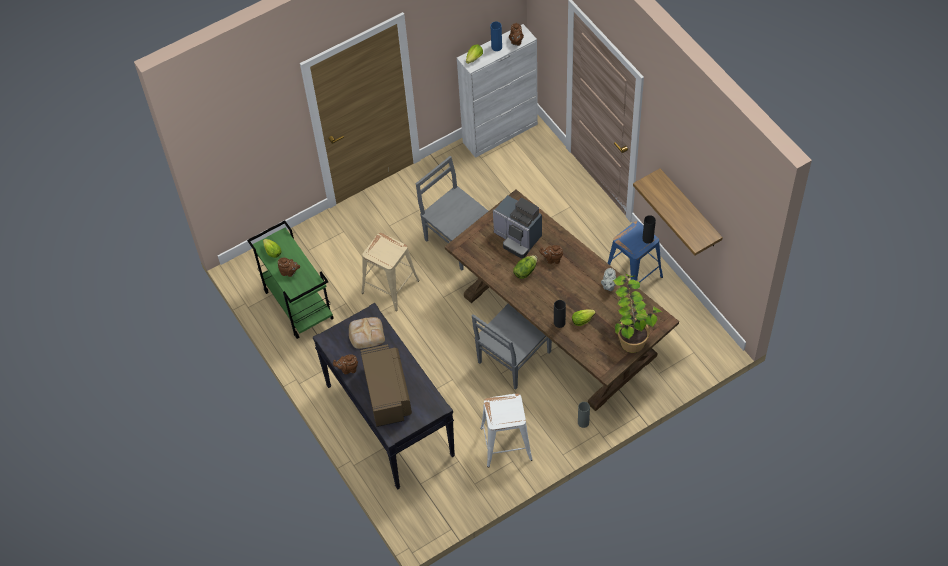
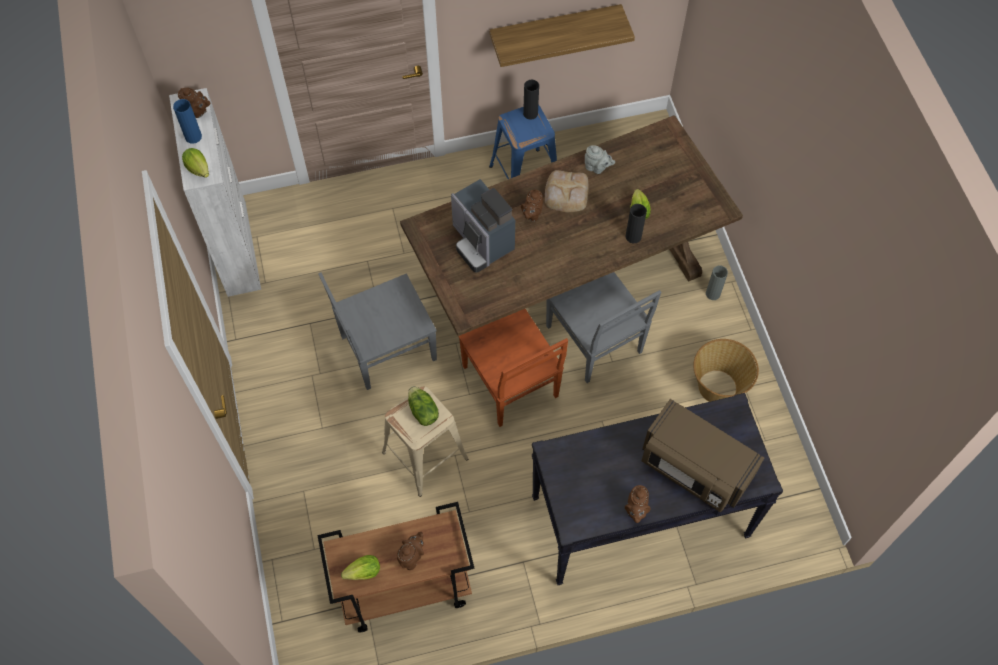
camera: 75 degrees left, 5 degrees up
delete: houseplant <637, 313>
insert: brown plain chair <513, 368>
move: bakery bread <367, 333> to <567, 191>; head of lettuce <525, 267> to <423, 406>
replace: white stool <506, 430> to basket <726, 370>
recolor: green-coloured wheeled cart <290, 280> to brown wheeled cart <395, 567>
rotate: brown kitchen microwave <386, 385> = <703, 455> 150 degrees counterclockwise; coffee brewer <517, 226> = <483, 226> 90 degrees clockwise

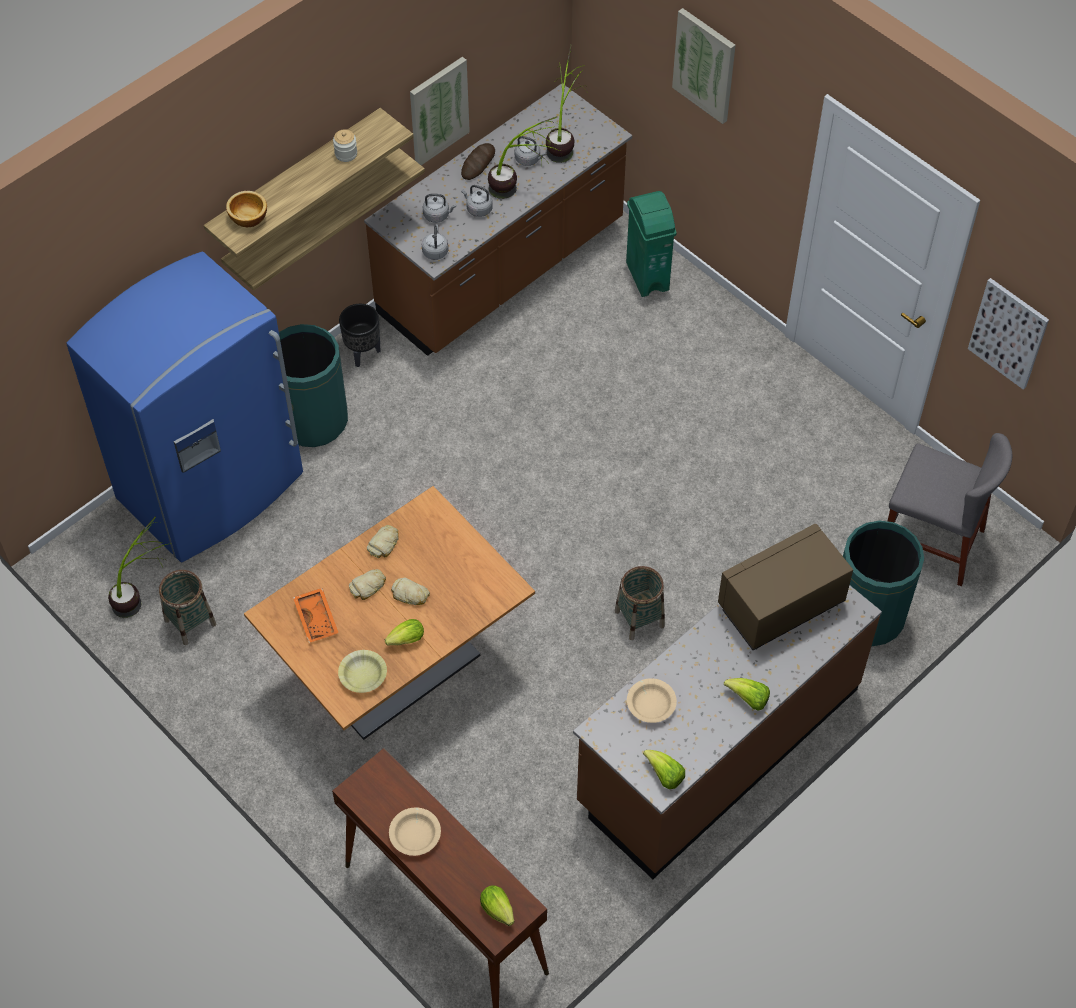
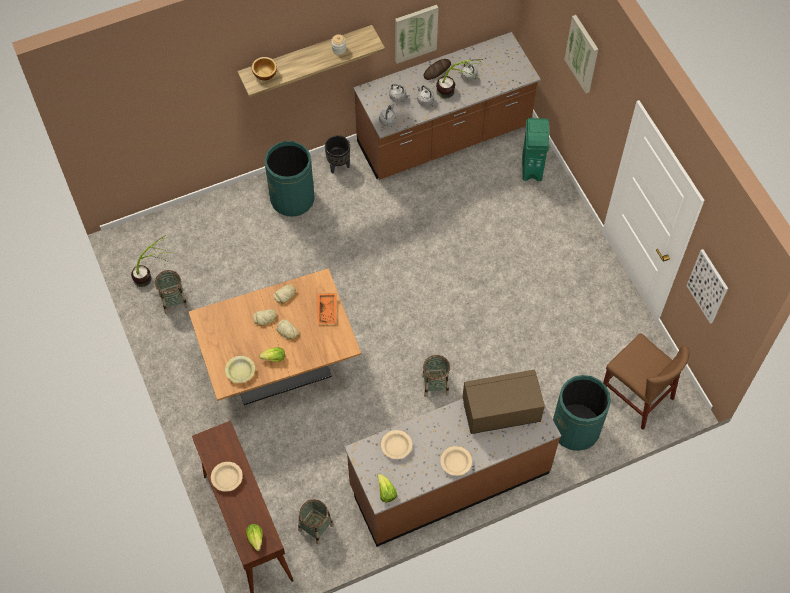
camera: 20 degrees right, 5 degrees up
delete: blue kitchen fridge <184, 407>; bracket shelf <323, 219>; houseplant <567, 103>
insert: basket <316, 522>
move: orange tray <315, 615> to <326, 308>
replace: head of lettuce <747, 694> to sand-coloured bowl <456, 461>
recolor: greyish plain chair <950, 509> to brown plain chair <646, 381>

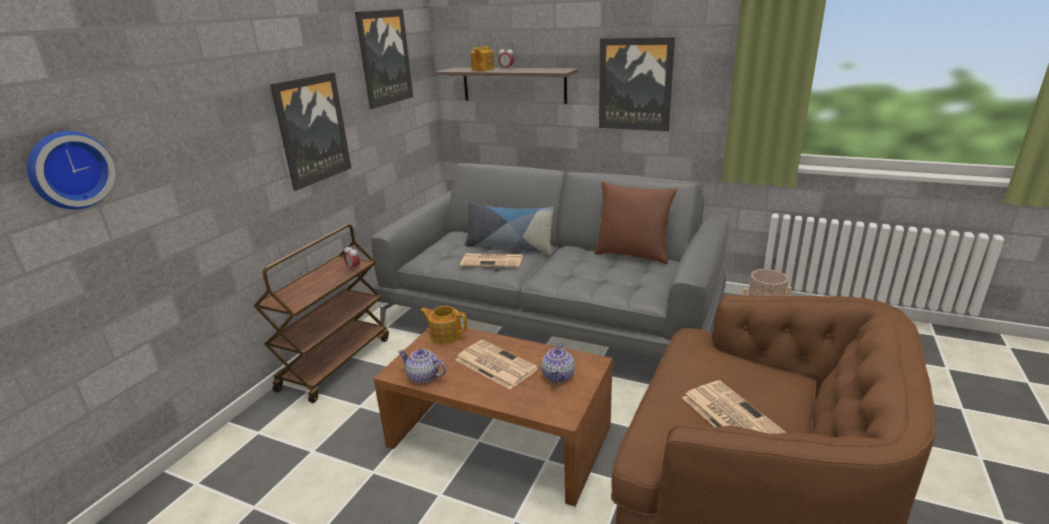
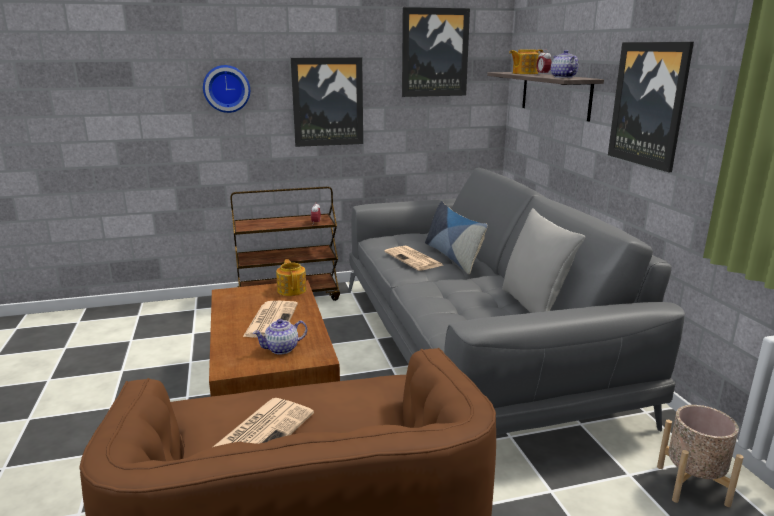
camera: 50 degrees right, 5 degrees down
move: wall clock <71, 170> to <226, 89>; pot for tea <422, 366> to <564, 64>
recolor: brown pillow <635, 222> to greyish pillow <543, 260>

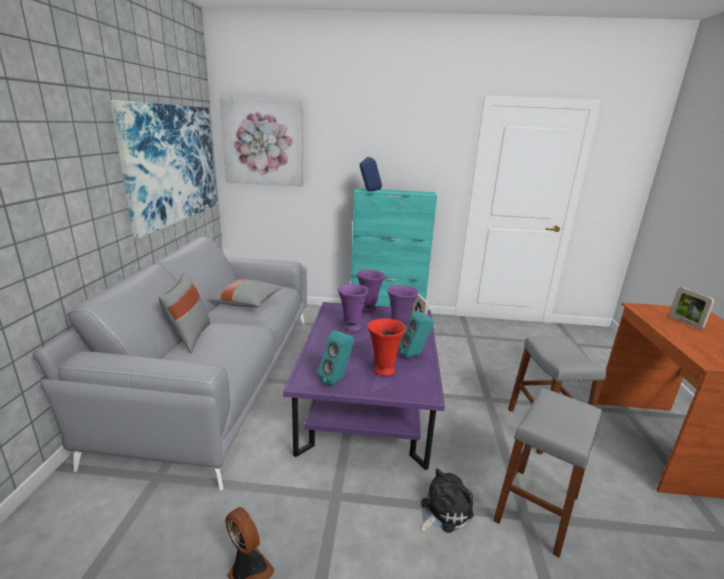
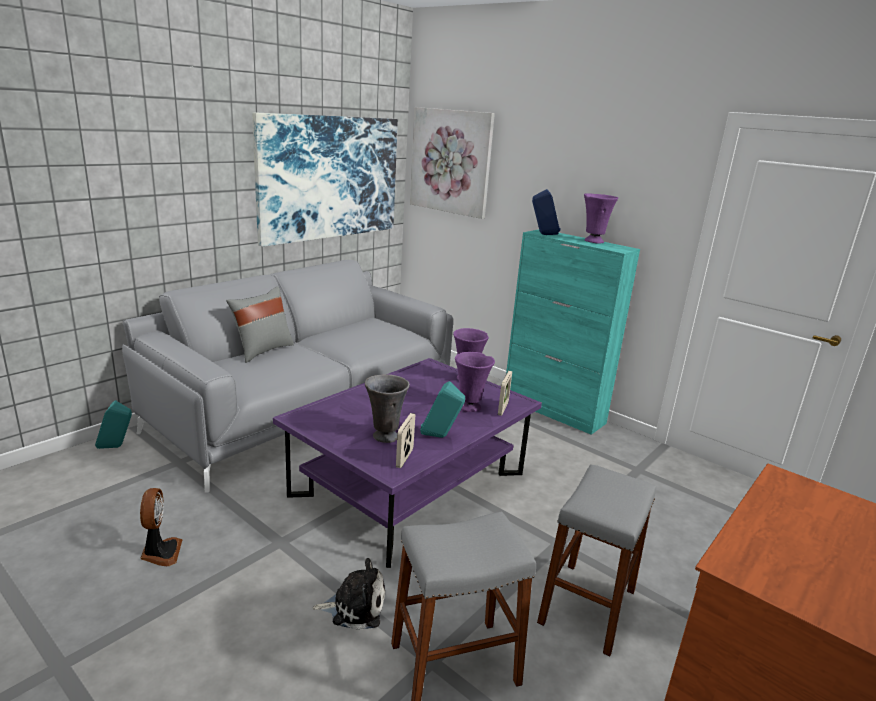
camera: 35 degrees right, 0 degrees up
delete: greyish pillow <246, 293>
move: turquoise audio speaker <336, 358> to <113, 424>; purplish vase <353, 307> to <601, 218>; picture frame <692, 308> to <405, 440>
recolor: reddish vase <386, 347> to greyish vase <387, 408>

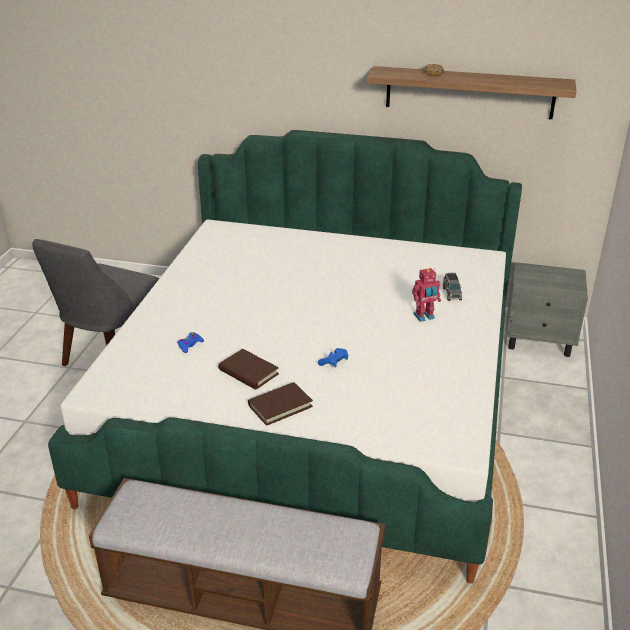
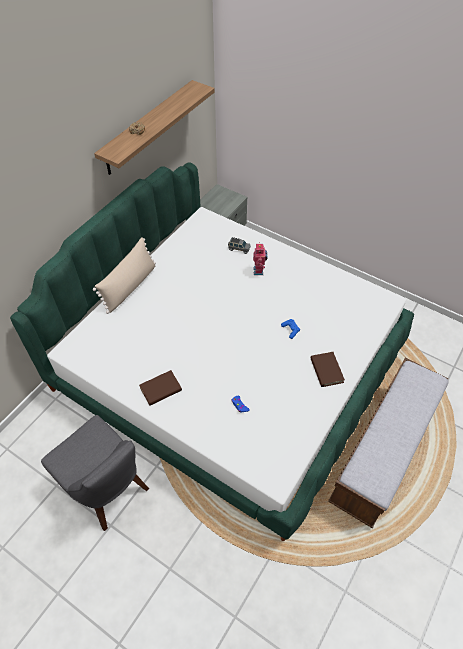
camera: 70 degrees left, 20 degrees up
insert: sand-coloured pillow <124, 275>
move: brown bound book <248, 369> to <160, 388>

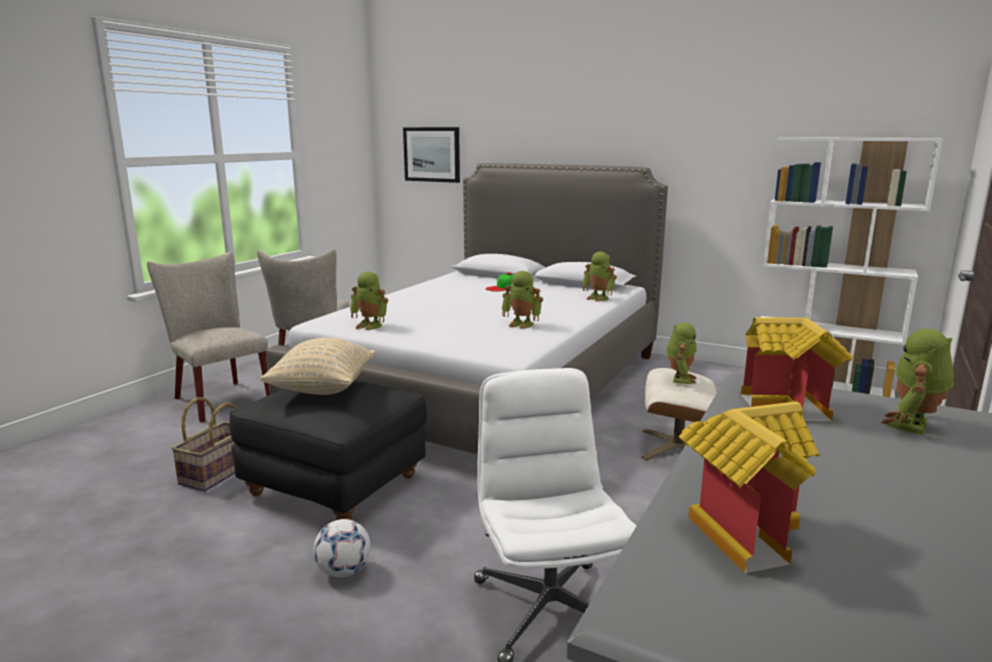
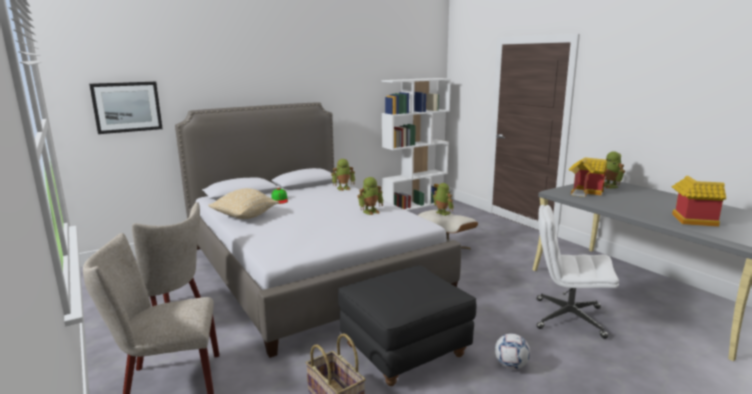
camera: 60 degrees left, 0 degrees up
delete: model robot <369, 300>
move: sand-coloured pillow <317, 366> to <243, 203>

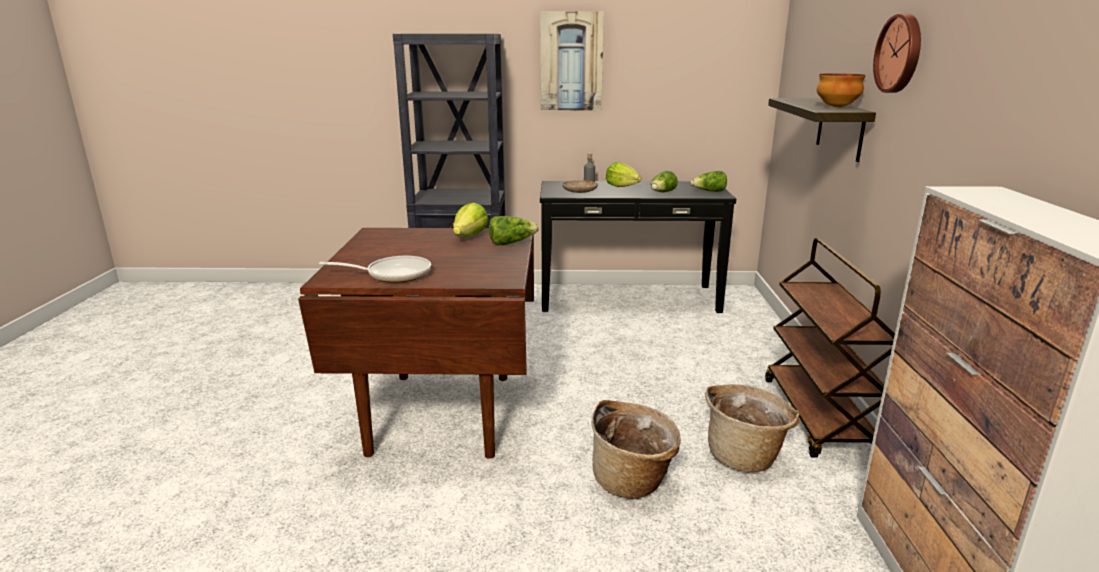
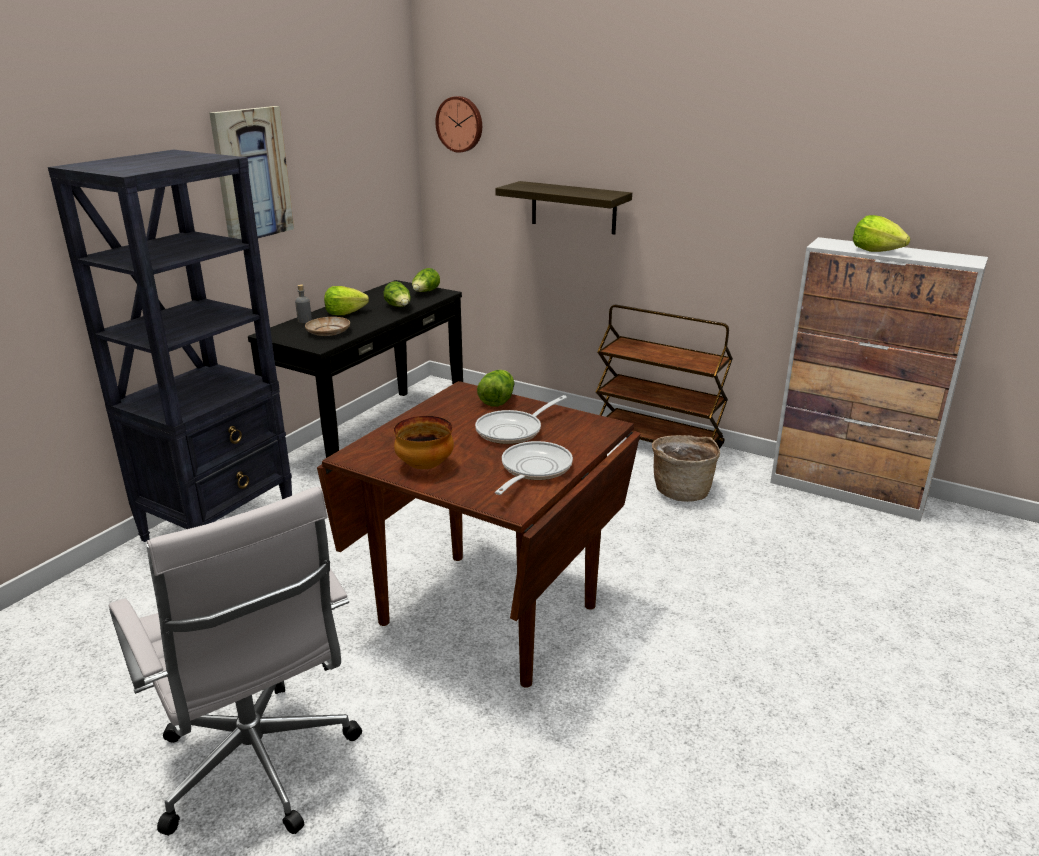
camera: 60 degrees left, 5 degrees up
delete: basket <636, 449>
insert: white office chair <235, 661>; frying pan <521, 419>
move: head of lettuce <471, 219> to <881, 233>; bowl <841, 90> to <424, 442>; wall clock <897, 53> to <458, 124>

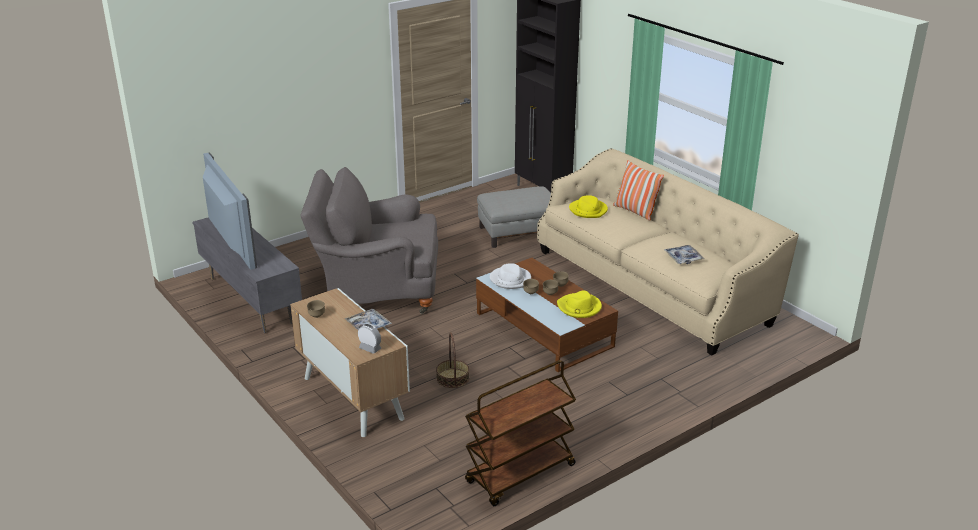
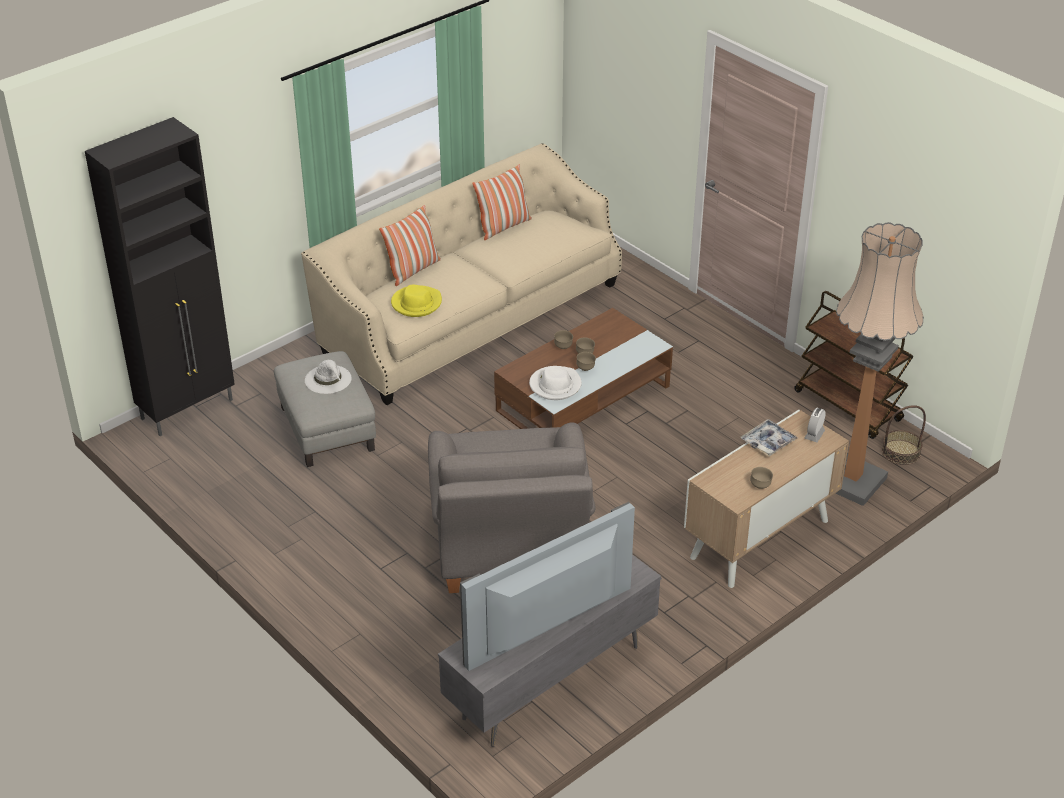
camera: 95 degrees left, 10 degrees up
delete: yellow clothing hat <579, 304>; tray <684, 254>
insert: white clothing hat <328, 377>; pillow <502, 202>; standard lamp <879, 364>
move: basket <452, 360> to <904, 435>

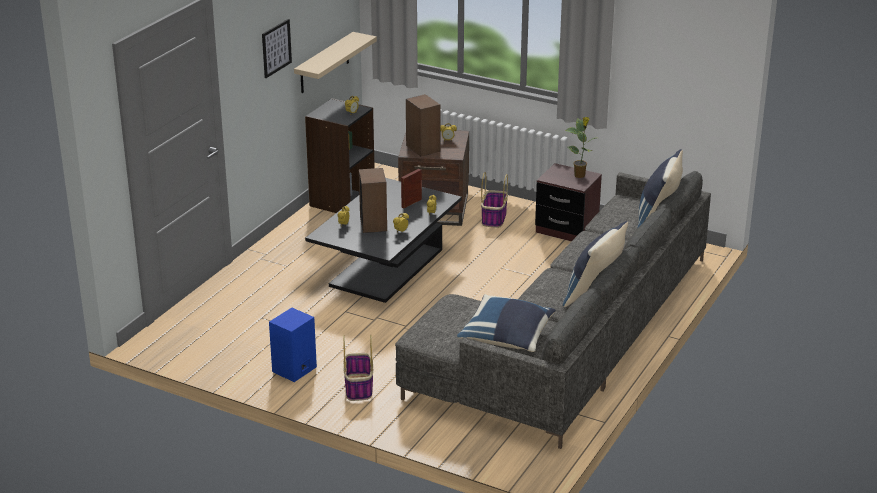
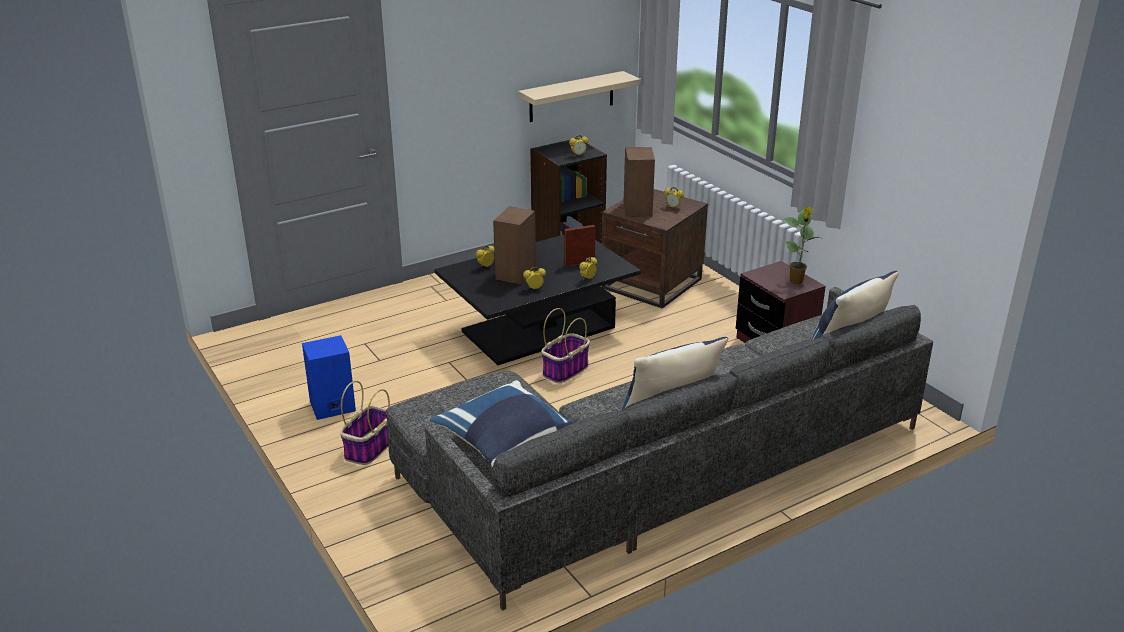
camera: 30 degrees right, 0 degrees up
delete: wall picture <277, 48>
move: basket <494, 200> to <565, 346>

